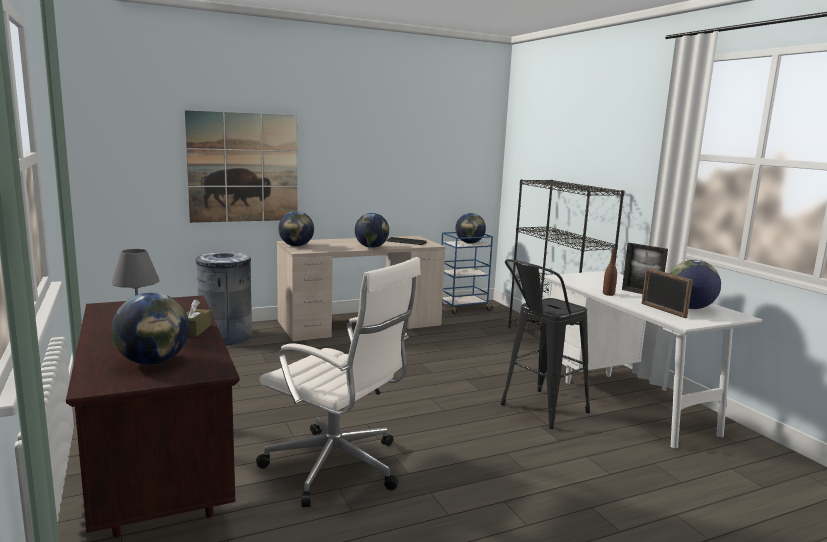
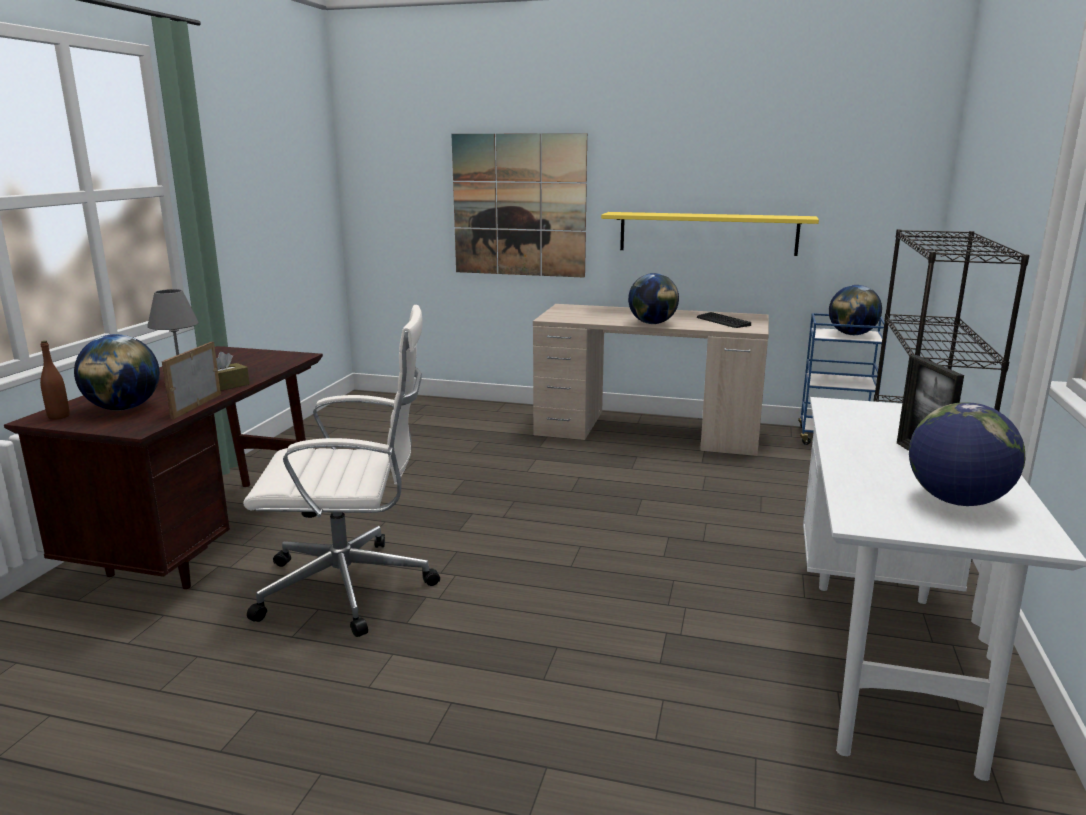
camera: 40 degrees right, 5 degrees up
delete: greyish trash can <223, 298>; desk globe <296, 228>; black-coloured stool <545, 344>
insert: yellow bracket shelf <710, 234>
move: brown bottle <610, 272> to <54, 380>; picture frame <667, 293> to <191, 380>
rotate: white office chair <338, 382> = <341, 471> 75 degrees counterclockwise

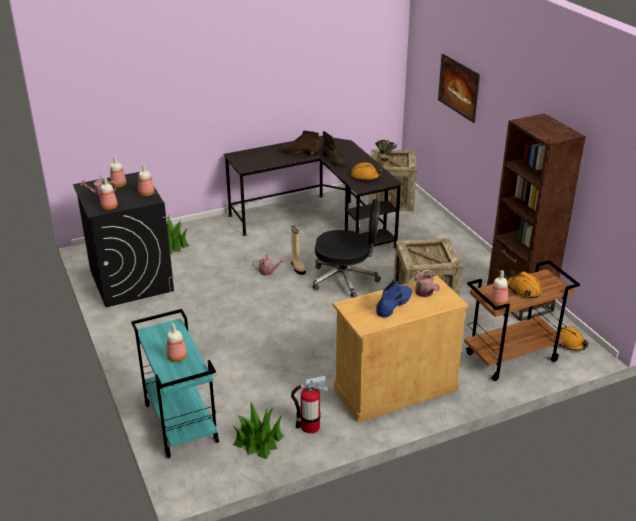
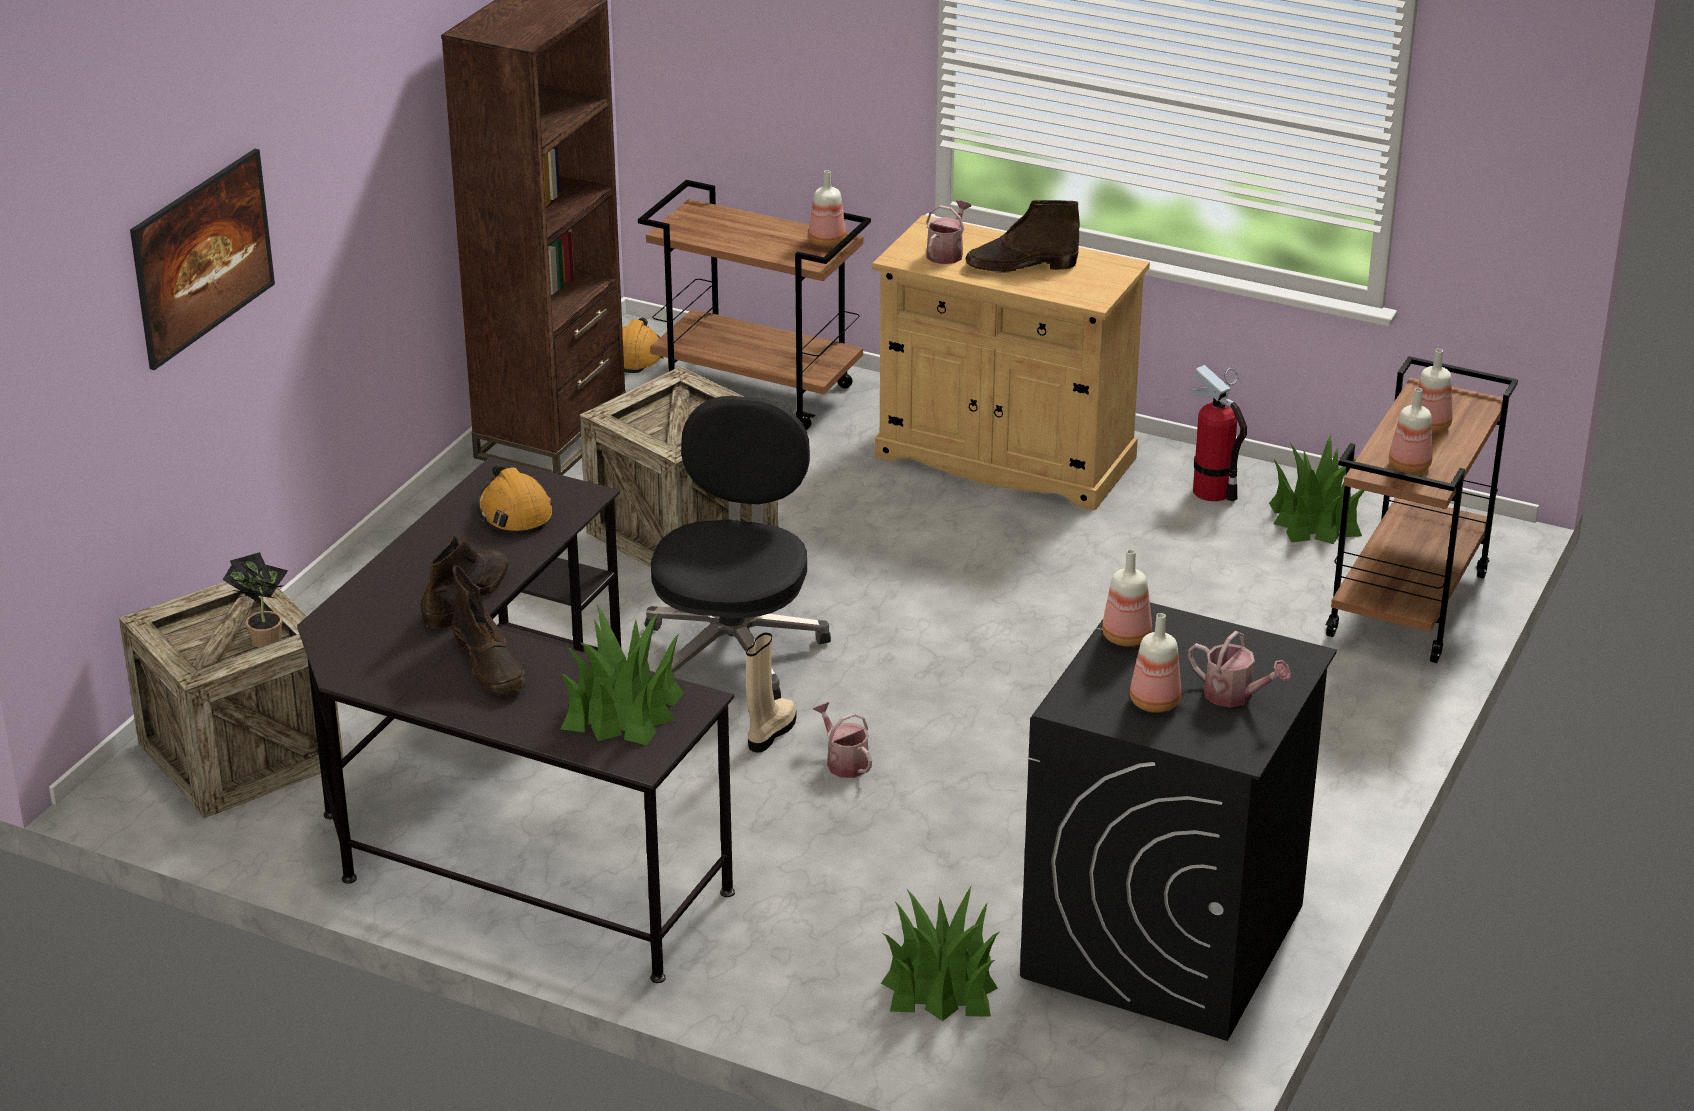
camera: 130 degrees left, 0 degrees up
delete: orange safety helmet <524, 284>
insert: houseplant <622, 674>
move: bottle <109, 193> to <1411, 430>
recolor: turquoise wheeled cart <175, 383> to brown wheeled cart <1421, 509>; blue boot <394, 298> to brown boot <1023, 236>
rotate: black-coloured office chair <347, 248> = <738, 548> 45 degrees clockwise

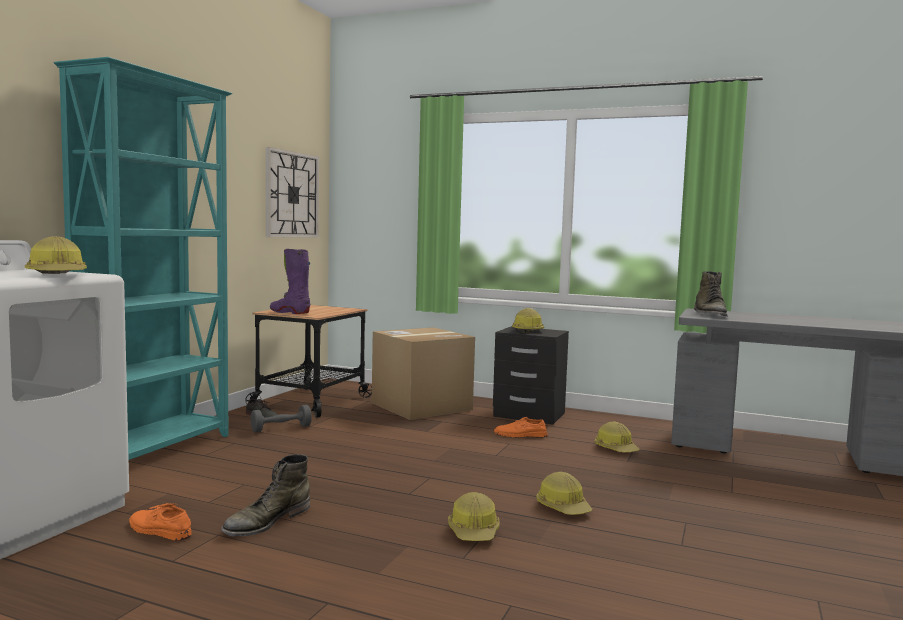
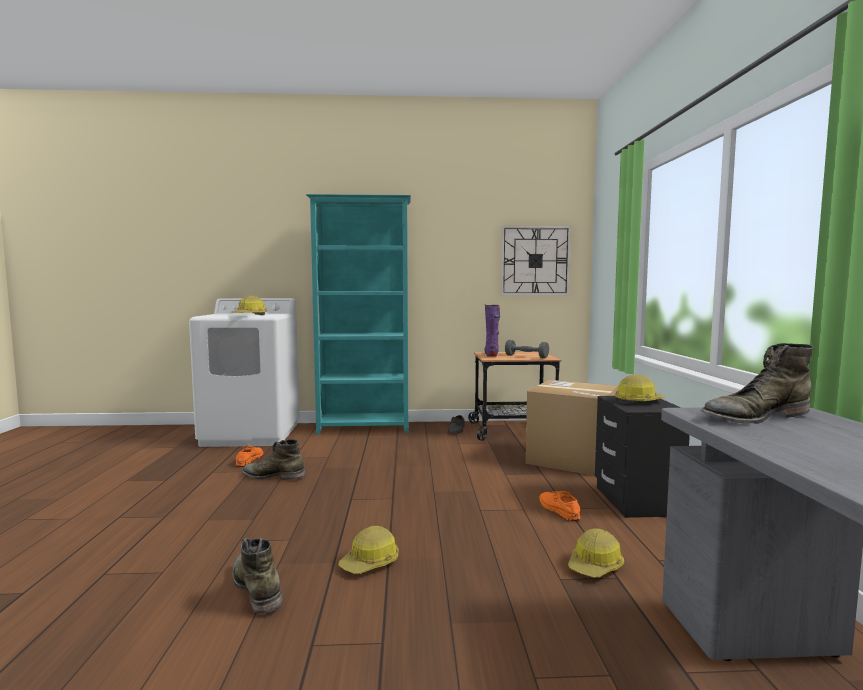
camera: 65 degrees right, 0 degrees up
delete: safety helmet <474, 516>
insert: green-coloured boot <257, 575>
move: greyish hand weight <281, 419> to <527, 349>

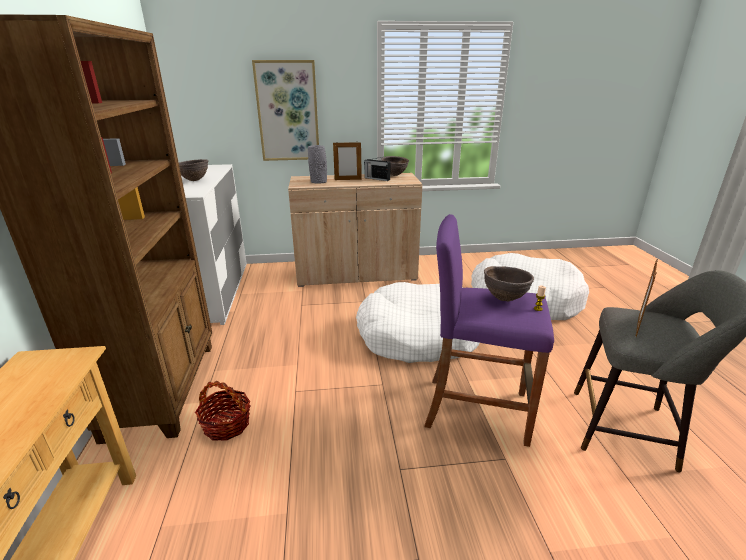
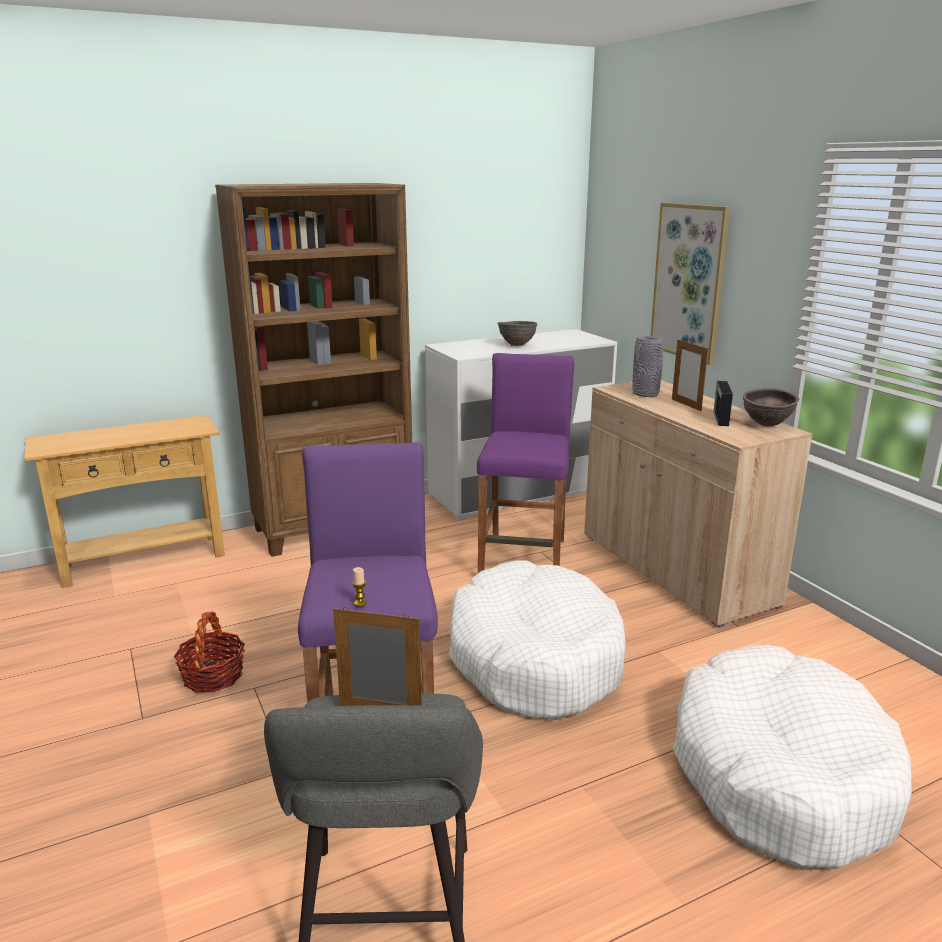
camera: 70 degrees right, 5 degrees down
delete: brown bowl <509, 284>
insert: purplish stool <525, 463>
move: basket <223, 411> to <209, 652>

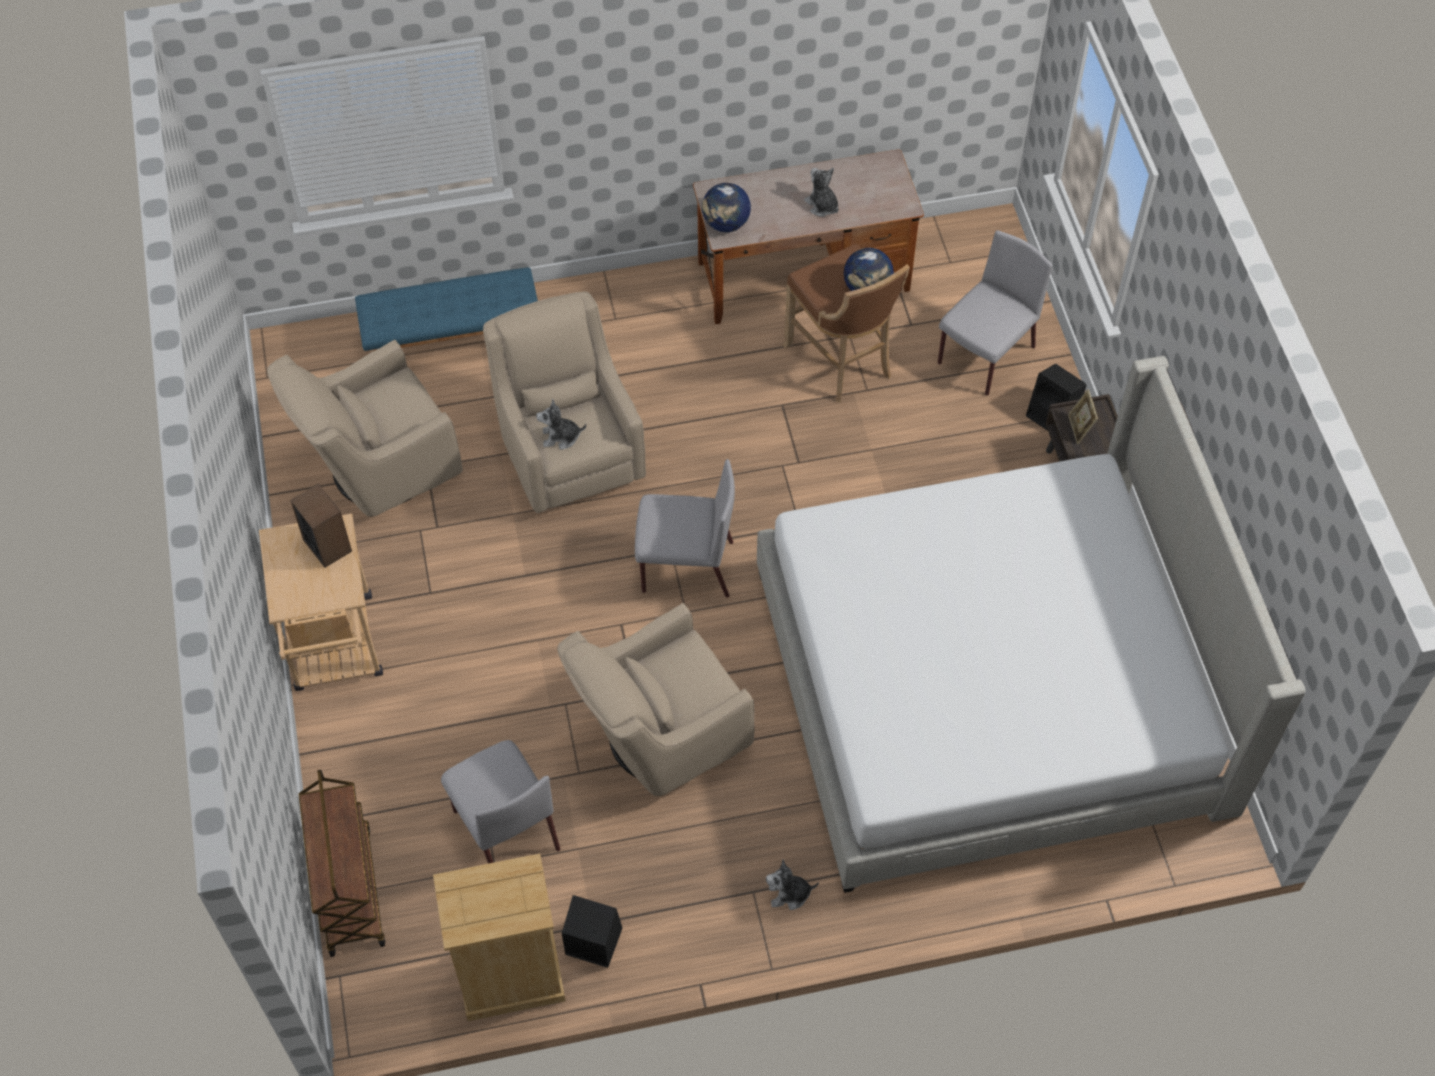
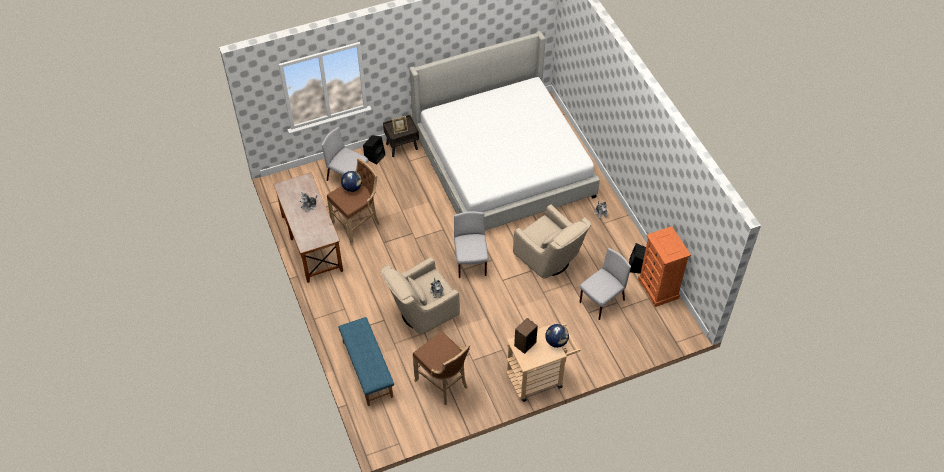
camera: 100 degrees left, 5 degrees down
delete: brown wheeled cart <341, 863>
move: desk globe <726, 207> to <557, 336>
replace: sand-coloured lounge chair <365, 428> to brown stool <441, 368>
recolor: sand-coloured drawer chest <499, 937> to orange drawer chest <664, 266>

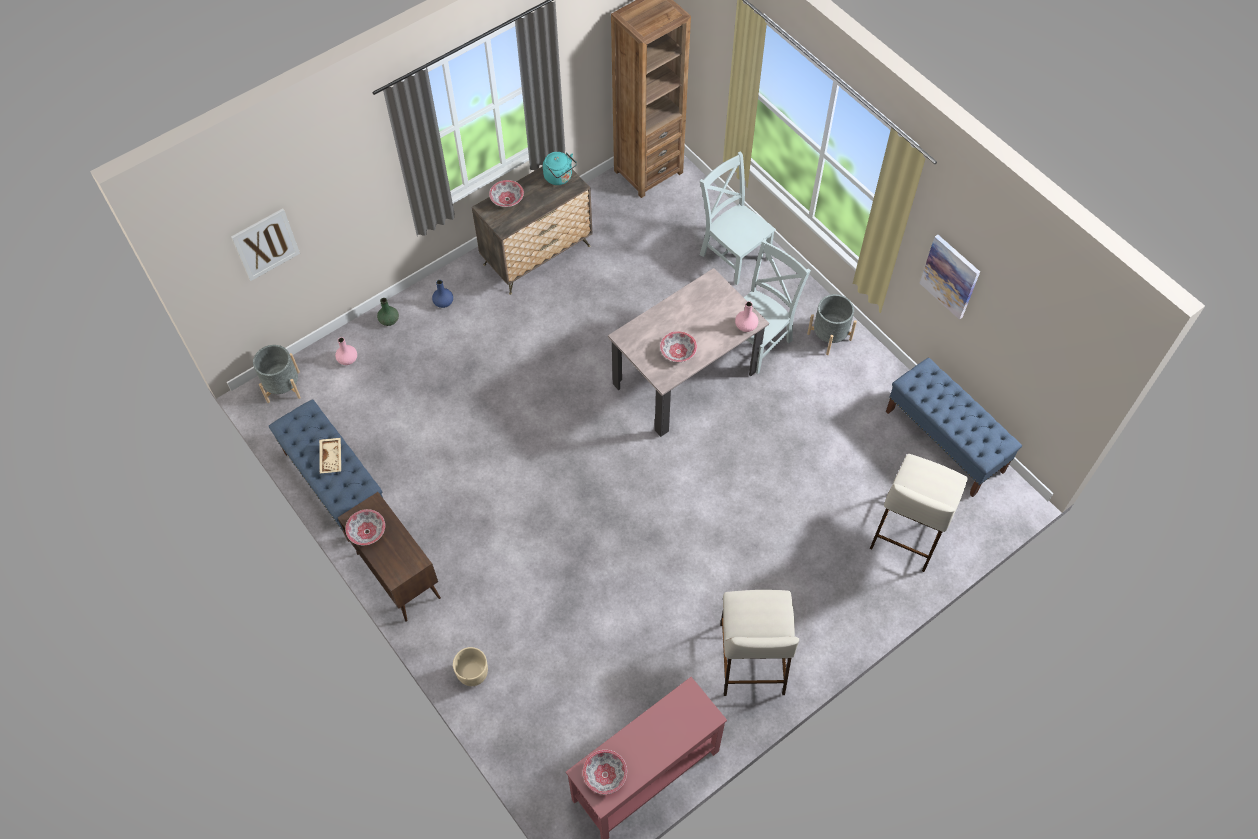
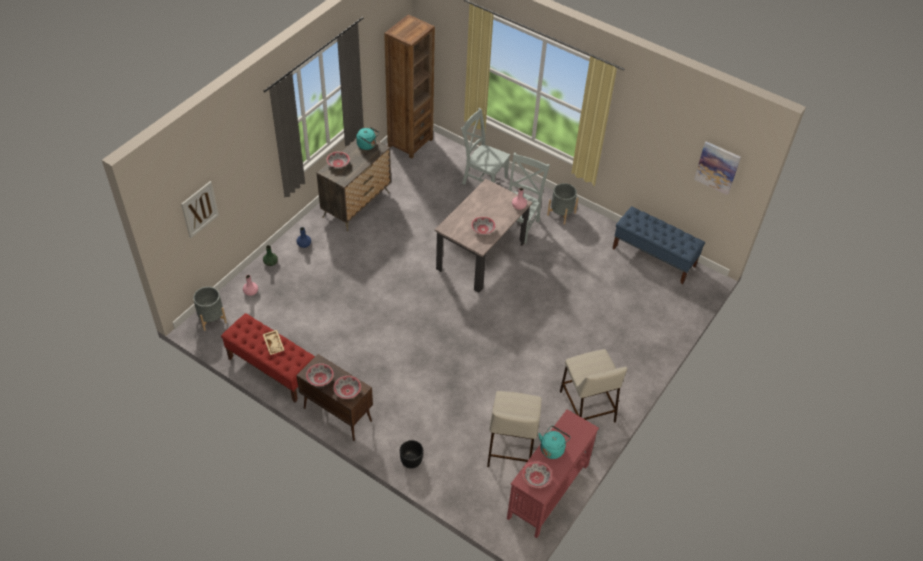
camera: 20 degrees left, 10 degrees down
insert: bowl <347, 387>; turquoise tea kettle <554, 442>
move: sand-coloured stool <919, 513> to <514, 429>; wall picture <950, 277> to <717, 168>
recolor: blue indoor bench <326, 470> to reddish indoor bench <268, 358>; sand-coloured planter <470, 666> to black-coloured planter <411, 454>

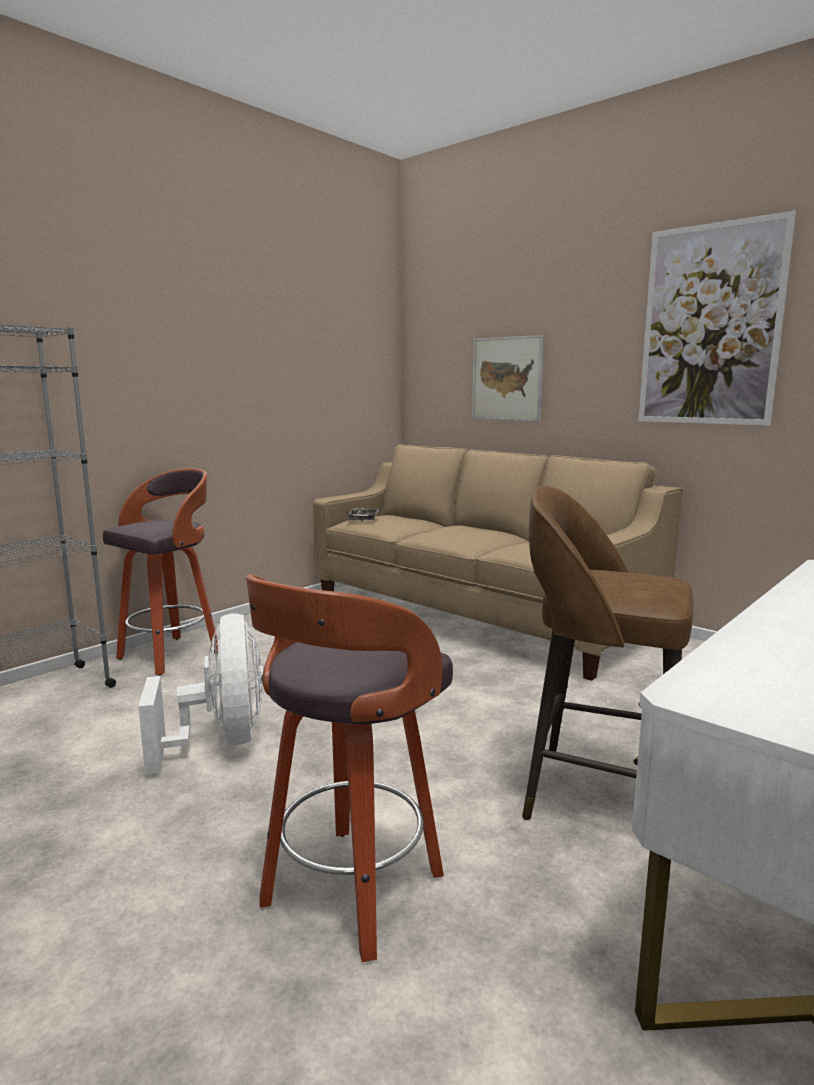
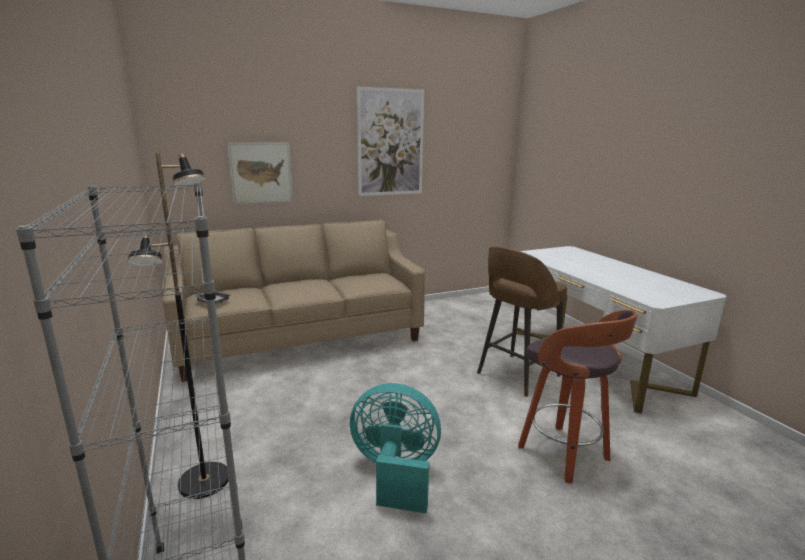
camera: 65 degrees left, 5 degrees up
replace: stool <160, 572> to black-coloured standard lamp <177, 326>
recolor: white electric fan <200, 694> to turquoise electric fan <395, 448>

